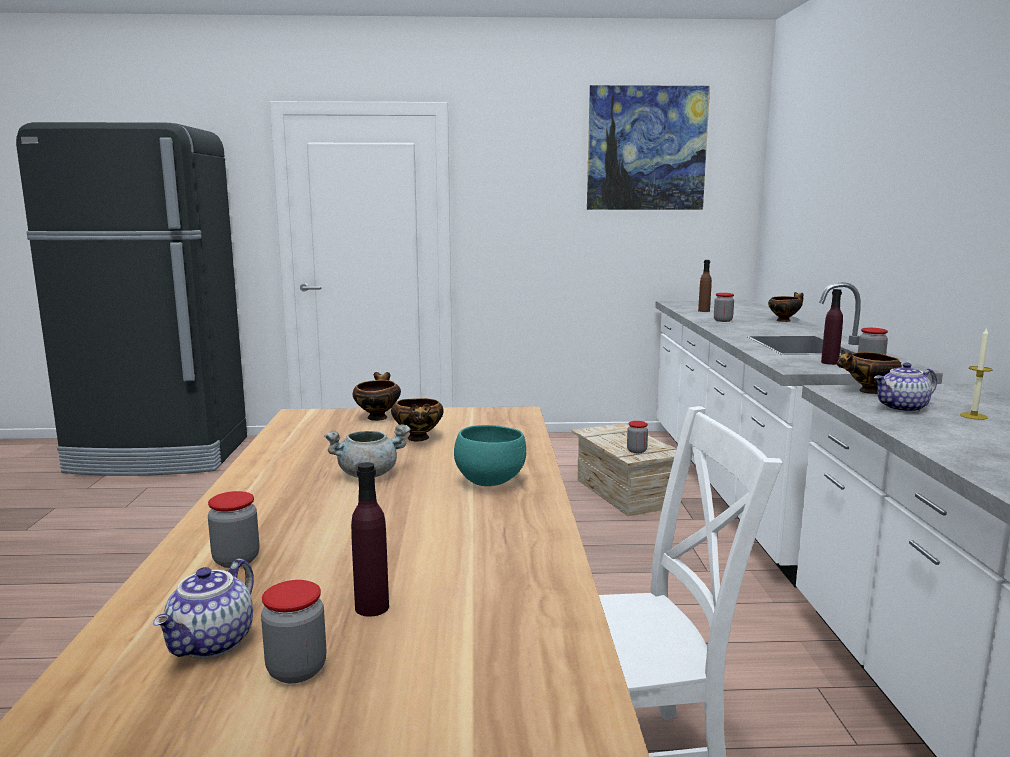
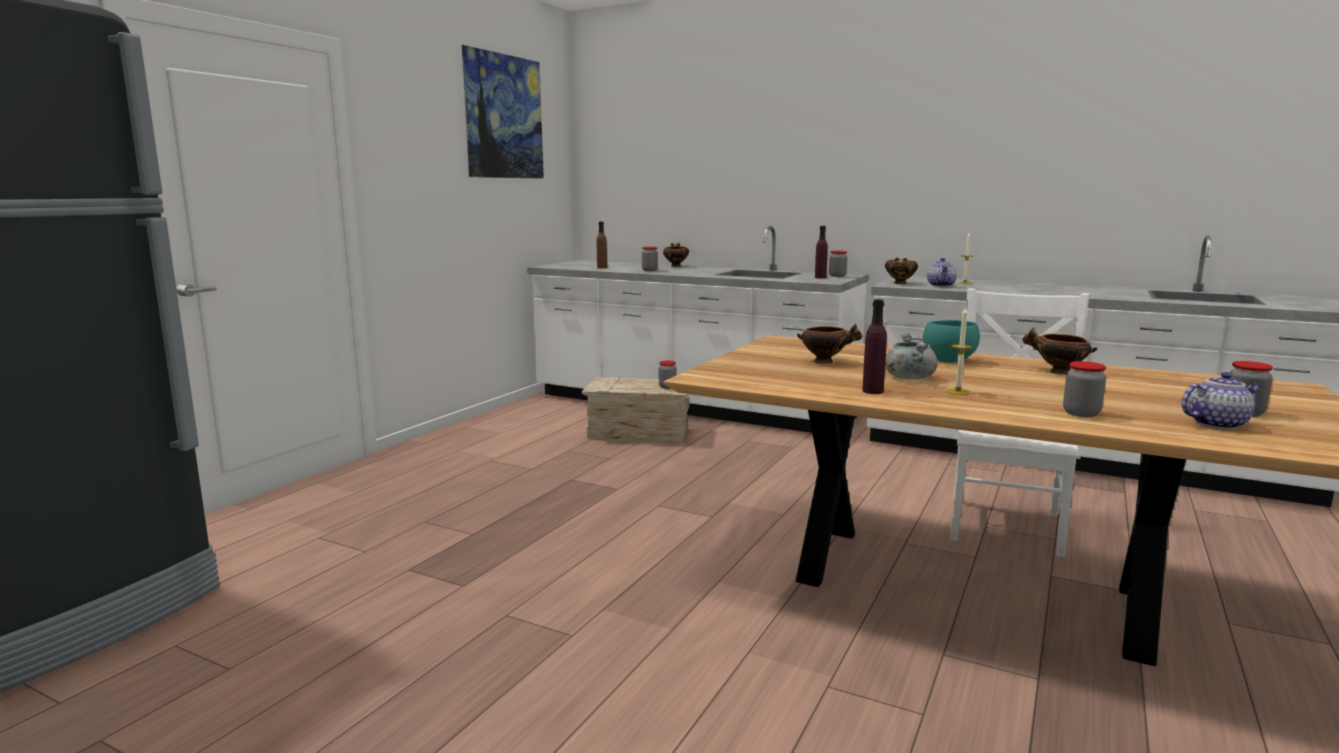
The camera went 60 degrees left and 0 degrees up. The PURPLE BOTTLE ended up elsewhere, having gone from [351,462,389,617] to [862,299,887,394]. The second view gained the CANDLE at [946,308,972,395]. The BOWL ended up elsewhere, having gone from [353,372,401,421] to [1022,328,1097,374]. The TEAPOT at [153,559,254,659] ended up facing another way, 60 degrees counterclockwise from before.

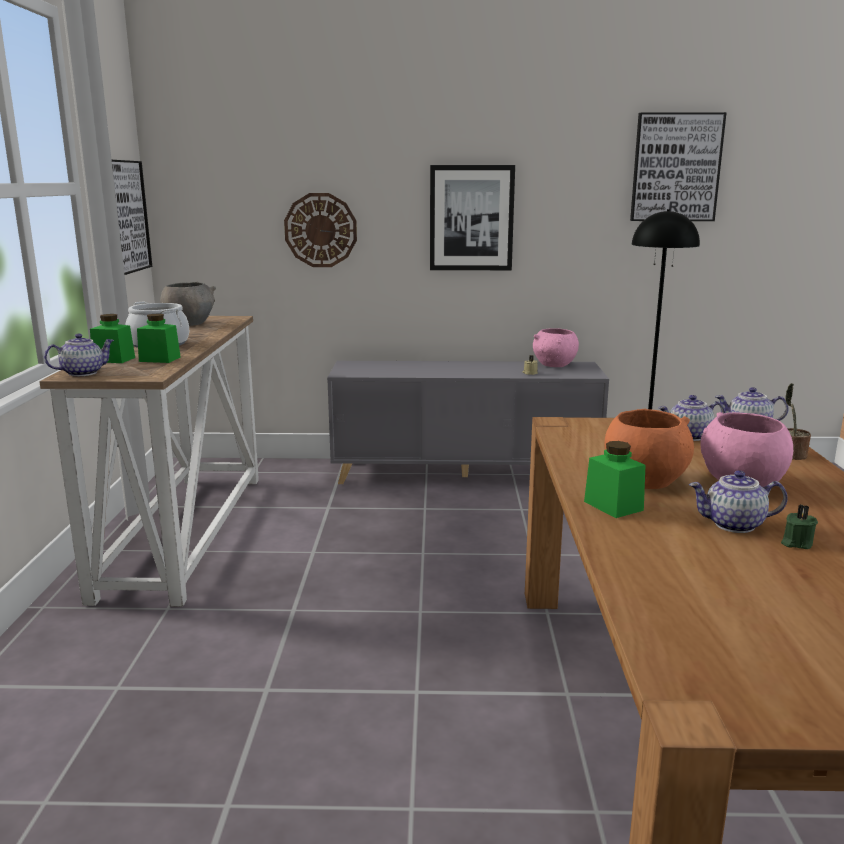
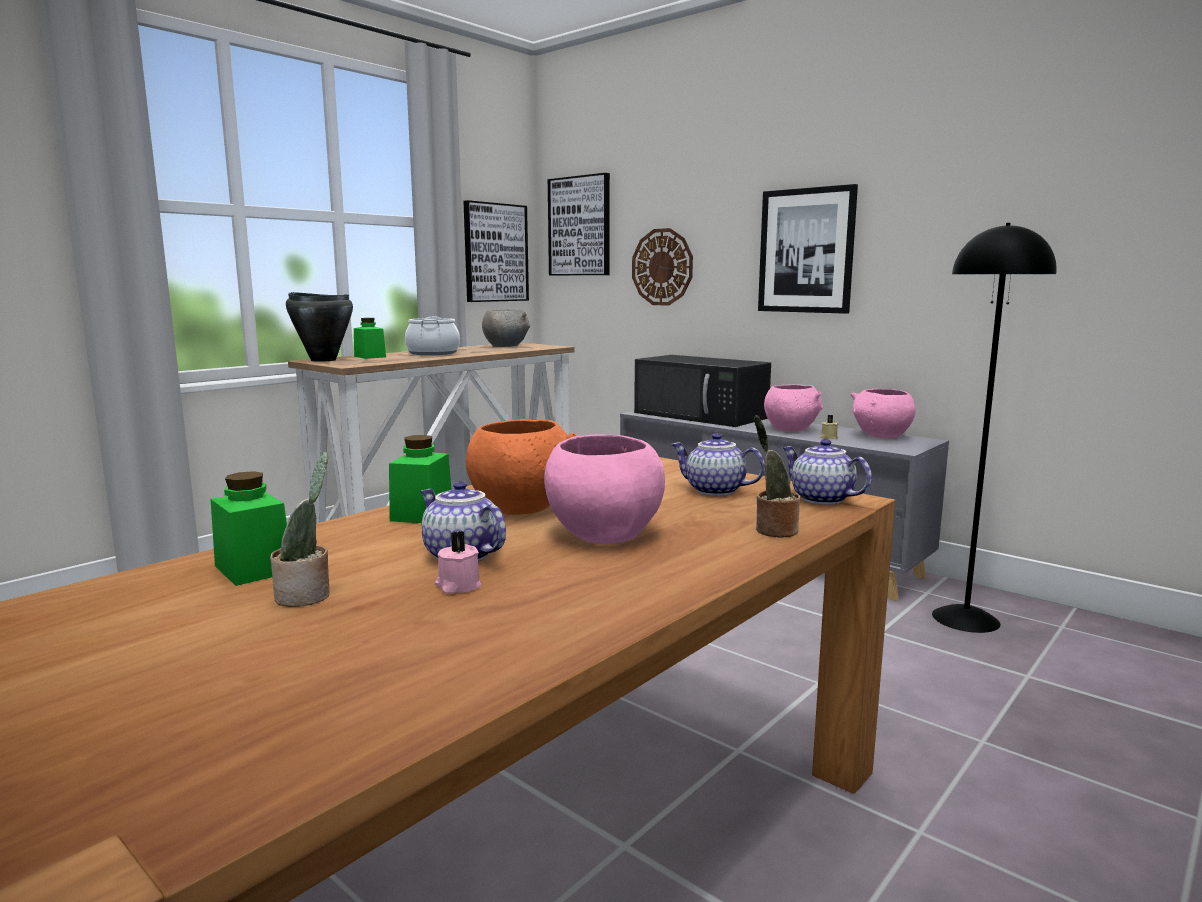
The camera went 40 degrees right and 5 degrees down. The GREEN JAR ended up elsewhere, having gone from [137,314,181,363] to [211,471,287,586]. The second view gained the POTTED PLANT at [270,452,330,607]. Where the TEAPOT stood at [44,333,114,376], the BLACK COOKING POT came to stand at [286,292,353,362]. What was the GREEN CANDLE at [781,505,818,549] turned into the PINK CANDLE at [435,531,481,593]. The PICTURE ended up elsewhere, having gone from [630,112,727,221] to [548,173,610,275]. The second view gained the BLACK MICROWAVE at [634,355,771,427]. The second view gained the PINK BOWL at [764,384,823,431].

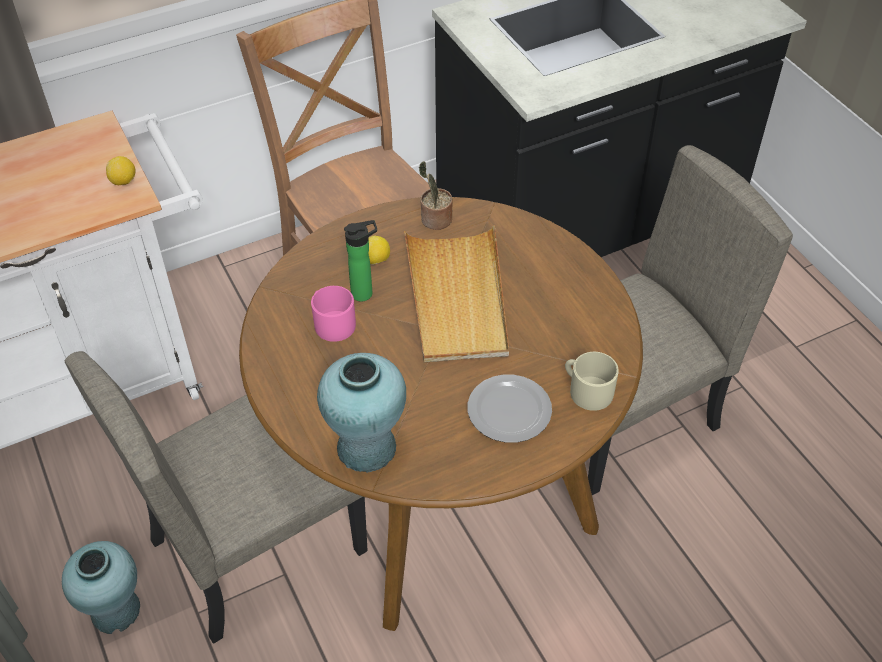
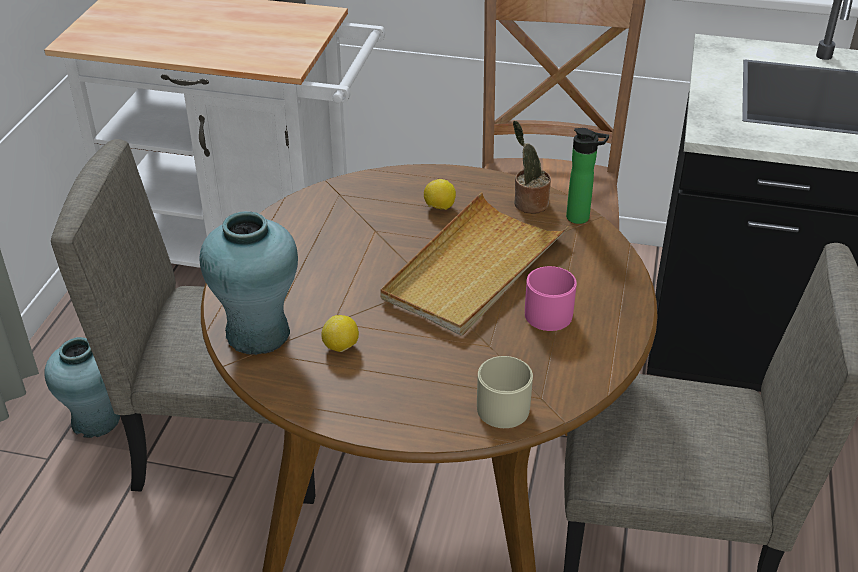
The camera went 40 degrees right and 10 degrees down. The LEMON ended up elsewhere, having gone from [106,156,136,185] to [321,315,359,352]. The PINK MUG ended up elsewhere, having gone from [311,286,356,342] to [525,266,577,331]. The BOTTLE ended up elsewhere, having gone from [344,220,377,302] to [566,128,609,224]. The second view lost the PLATE at [467,375,552,443].

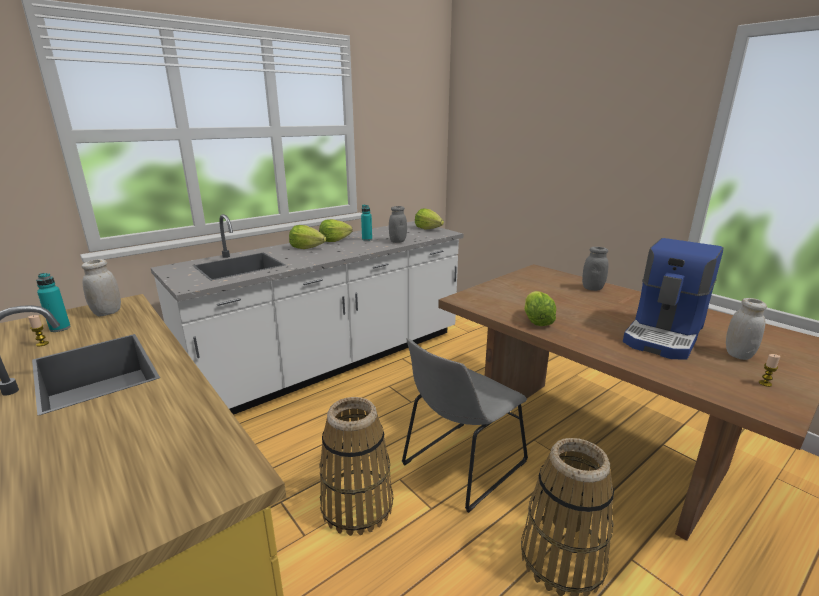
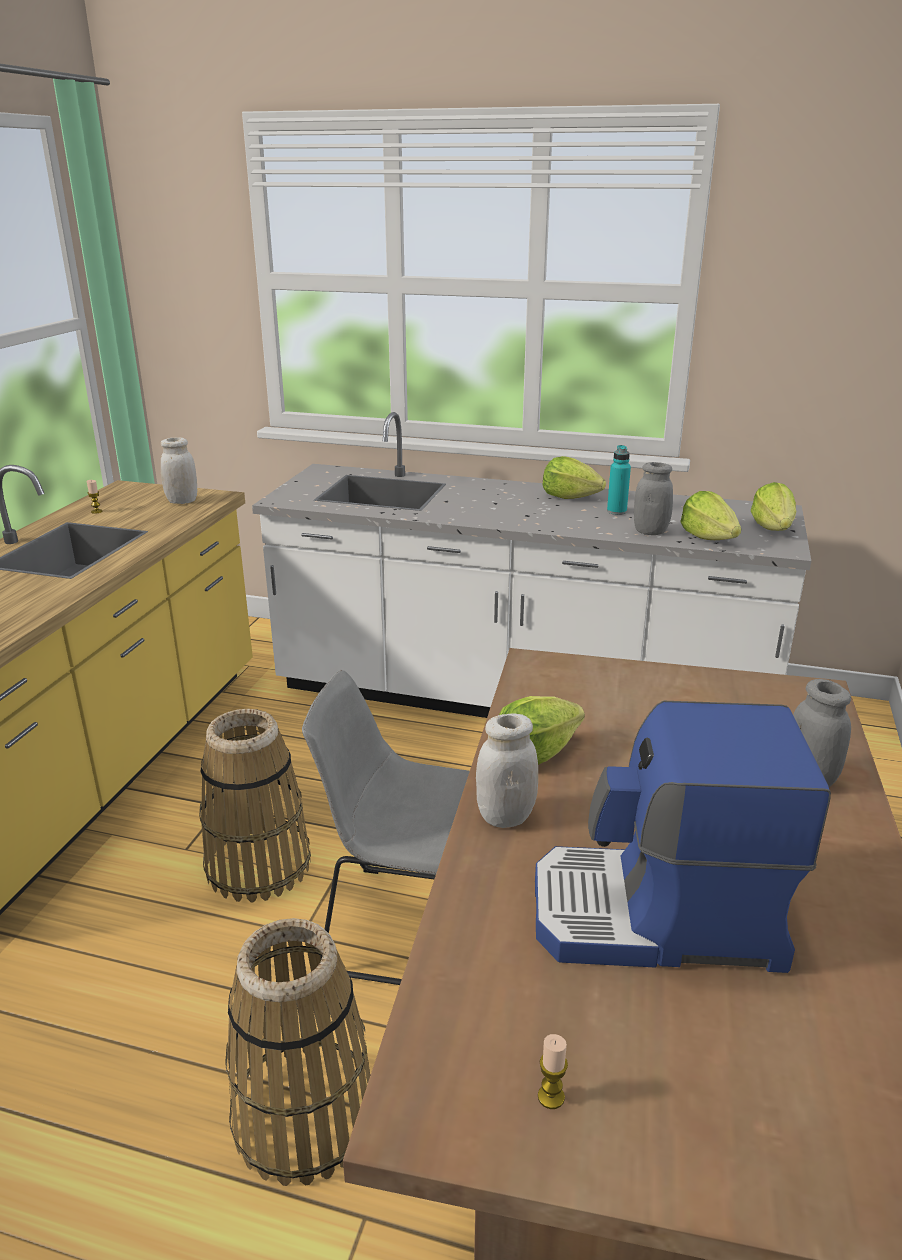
The camera went 55 degrees right and 5 degrees up. The WHITE JAR ended up elsewhere, having gone from [726,298,767,360] to [476,713,538,828]. The LETTUCE ended up elsewhere, having gone from [289,225,326,249] to [680,491,741,540]. The second view lost the TURQUOISE BOTTLE at [36,273,71,332].

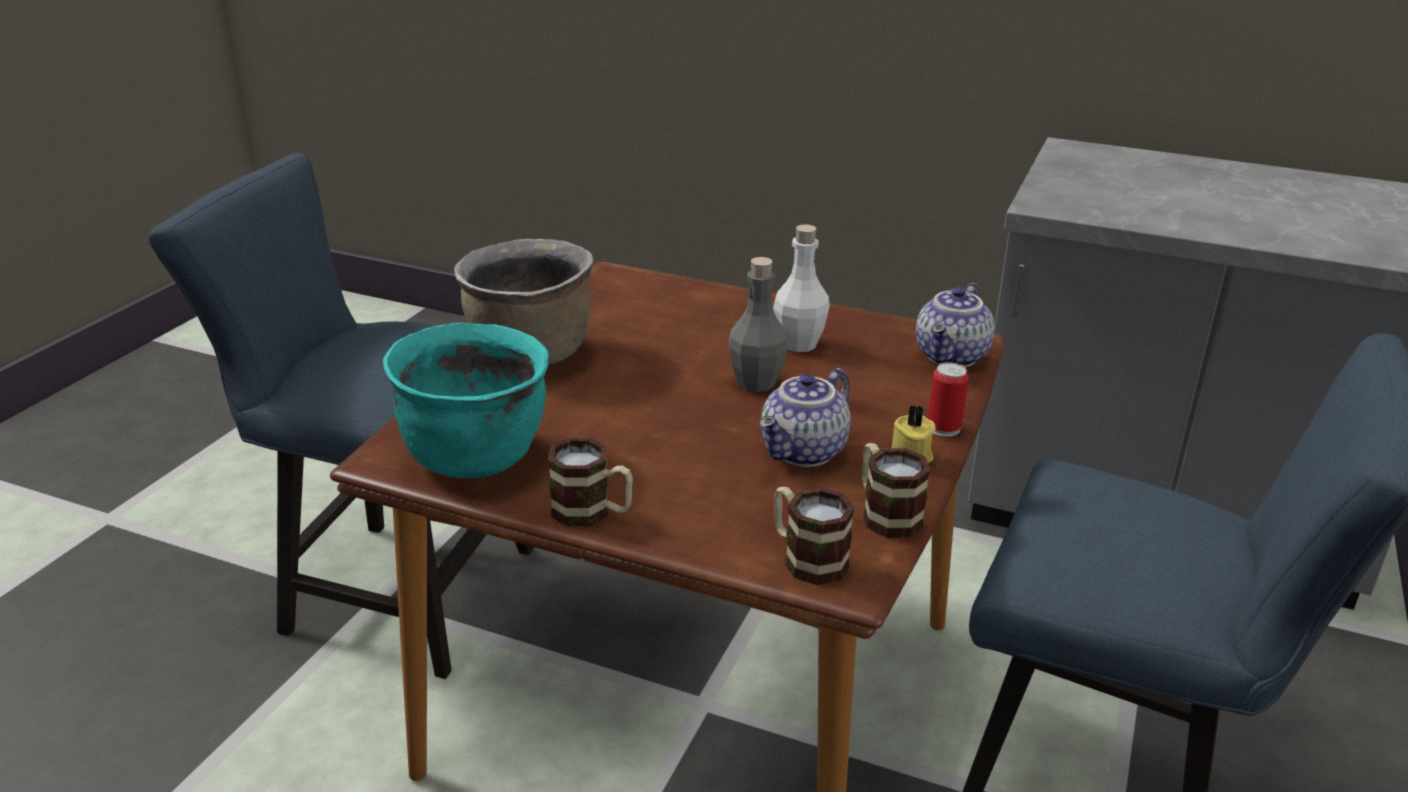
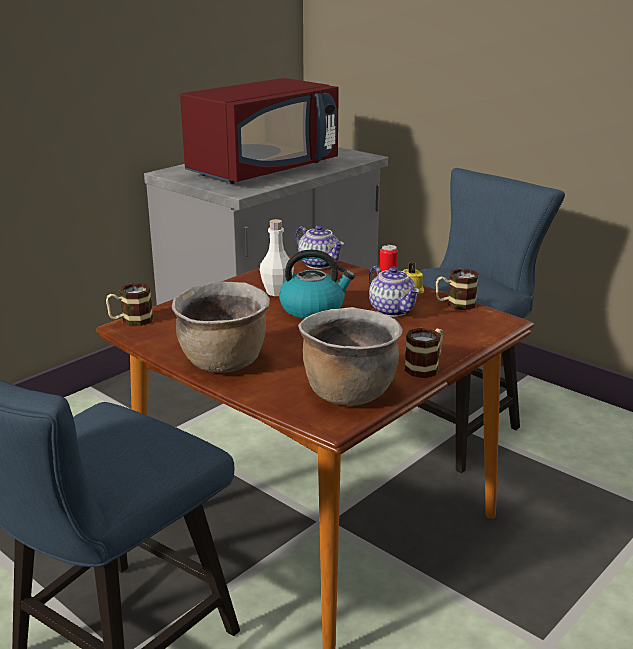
The camera went 70 degrees left and 5 degrees down. The MUG ended up elsewhere, having gone from [774,487,855,585] to [106,283,153,326]. The second view gained the RED MICROWAVE at [180,78,339,184]. Where the GREY BOTTLE stood at [729,257,788,392], the KETTLE came to stand at [279,250,355,319]. What was the TURQUOISE COOKING POT at [383,322,549,478] turned into the BROWN COOKING POT at [298,307,403,406].

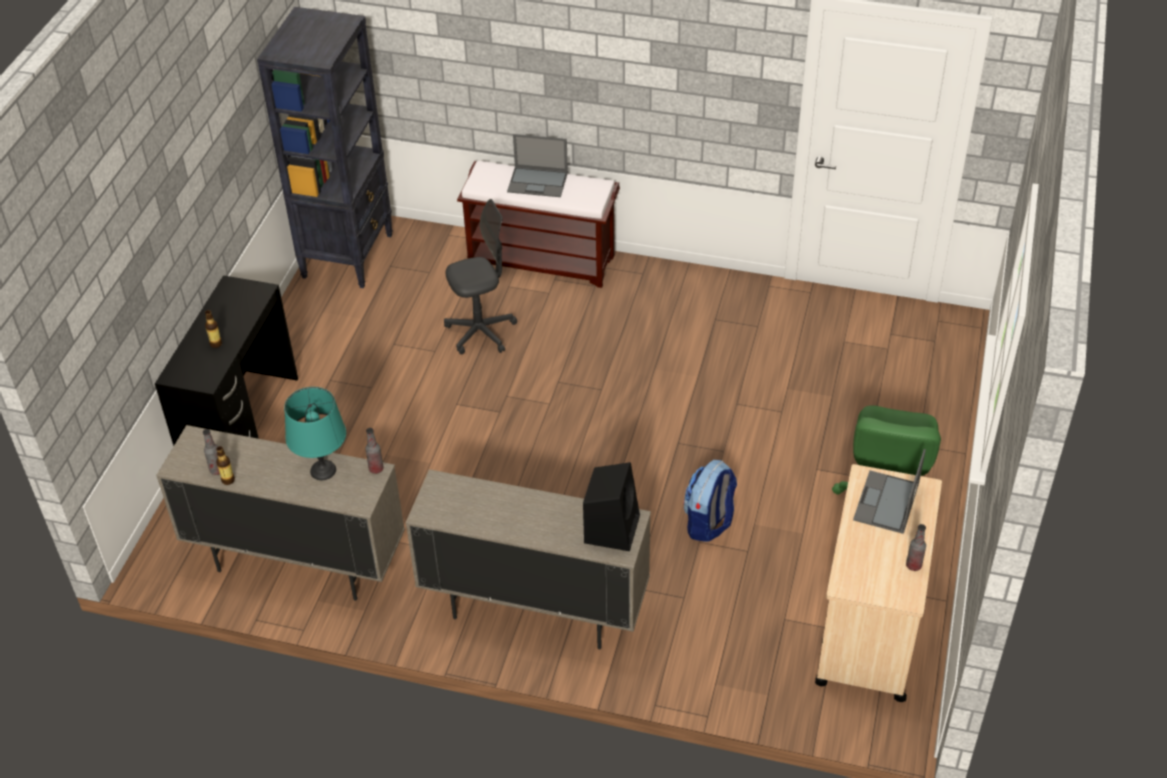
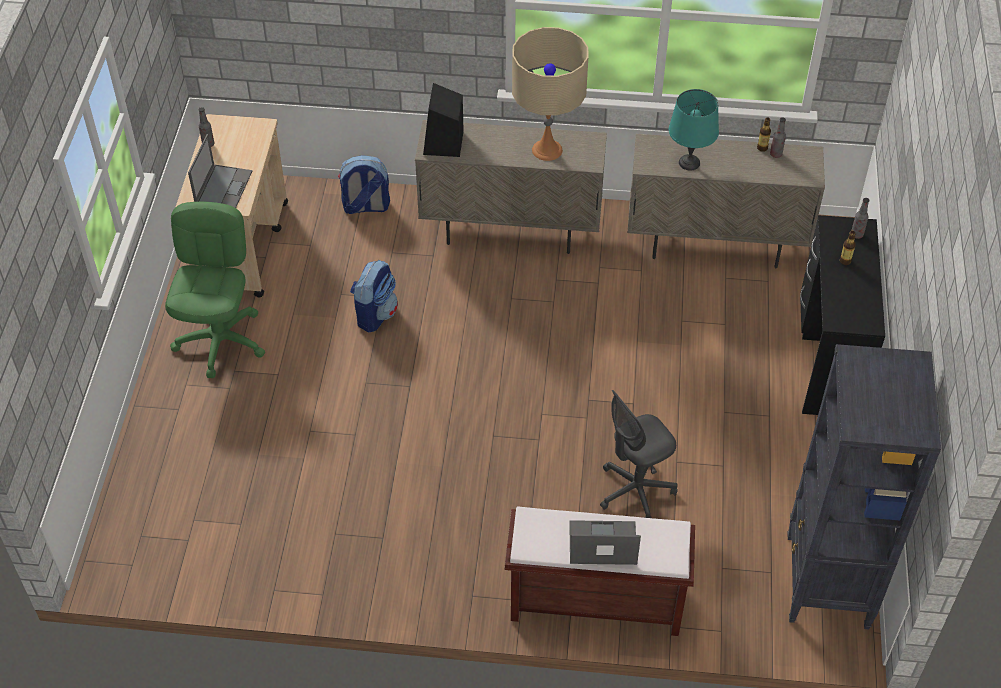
The camera went 170 degrees right and 5 degrees up. The second view gained the BACKPACK at [338,155,390,214]. The second view gained the BEIGE TABLE LAMP at [512,27,588,161]. The BOTTLE ended up elsewhere, having gone from [365,428,384,474] to [851,198,869,239].

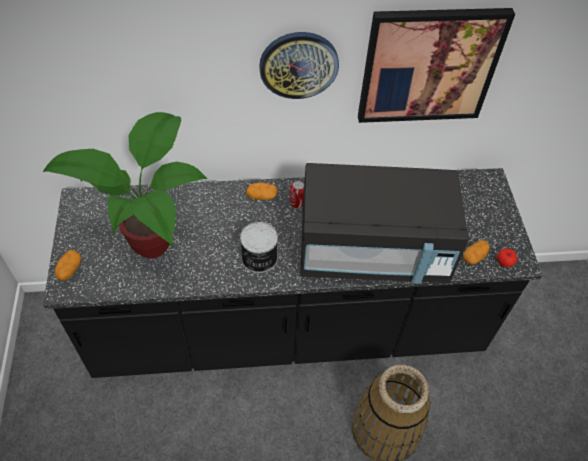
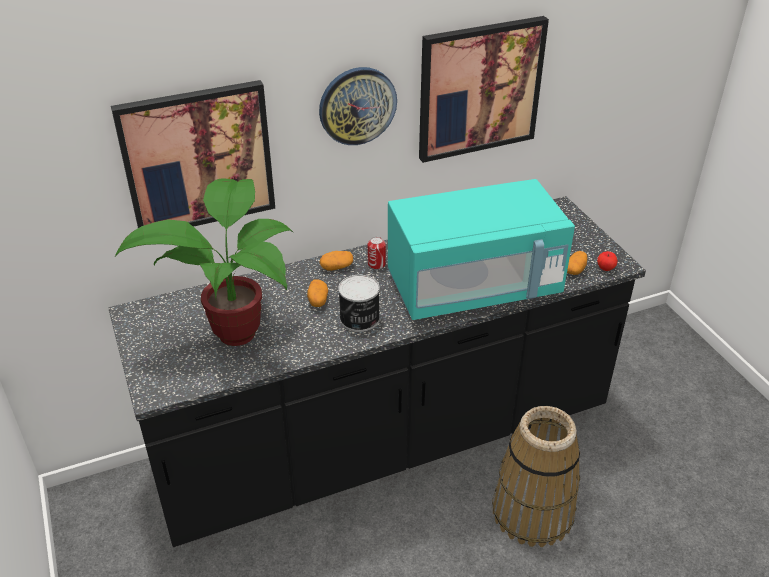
The camera went 15 degrees left and 15 degrees down. The second view gained the PICTURE at [111,80,275,228]. The POTATO ended up elsewhere, having gone from [55,250,81,281] to [307,280,328,307]. What was the BLACK MICROWAVE at [300,163,469,284] turned into the TURQUOISE MICROWAVE at [388,179,575,320].

